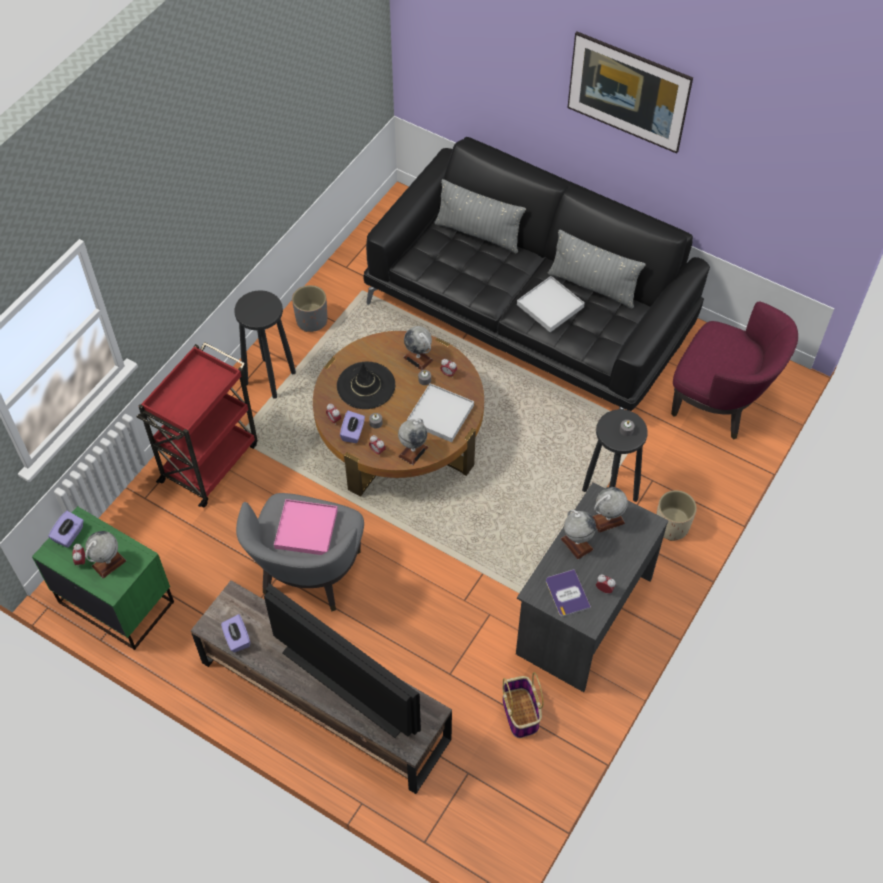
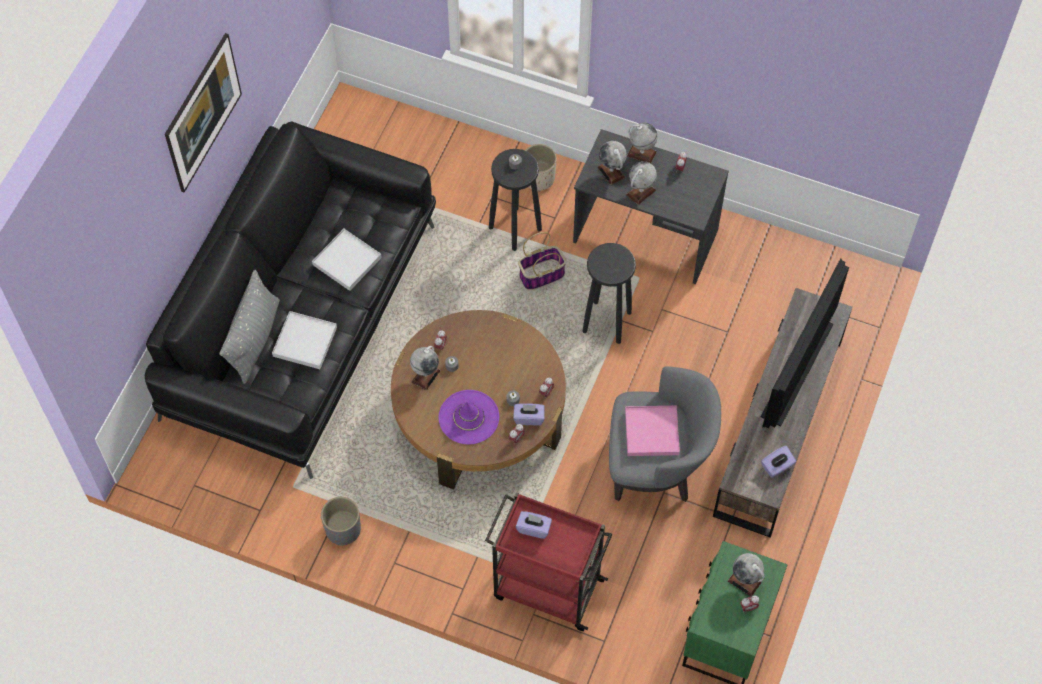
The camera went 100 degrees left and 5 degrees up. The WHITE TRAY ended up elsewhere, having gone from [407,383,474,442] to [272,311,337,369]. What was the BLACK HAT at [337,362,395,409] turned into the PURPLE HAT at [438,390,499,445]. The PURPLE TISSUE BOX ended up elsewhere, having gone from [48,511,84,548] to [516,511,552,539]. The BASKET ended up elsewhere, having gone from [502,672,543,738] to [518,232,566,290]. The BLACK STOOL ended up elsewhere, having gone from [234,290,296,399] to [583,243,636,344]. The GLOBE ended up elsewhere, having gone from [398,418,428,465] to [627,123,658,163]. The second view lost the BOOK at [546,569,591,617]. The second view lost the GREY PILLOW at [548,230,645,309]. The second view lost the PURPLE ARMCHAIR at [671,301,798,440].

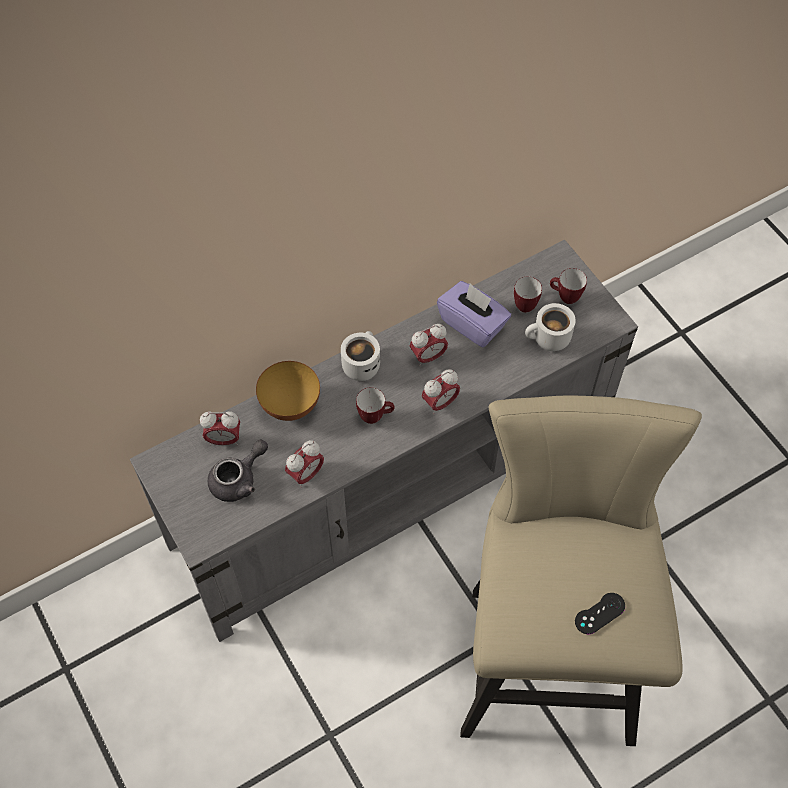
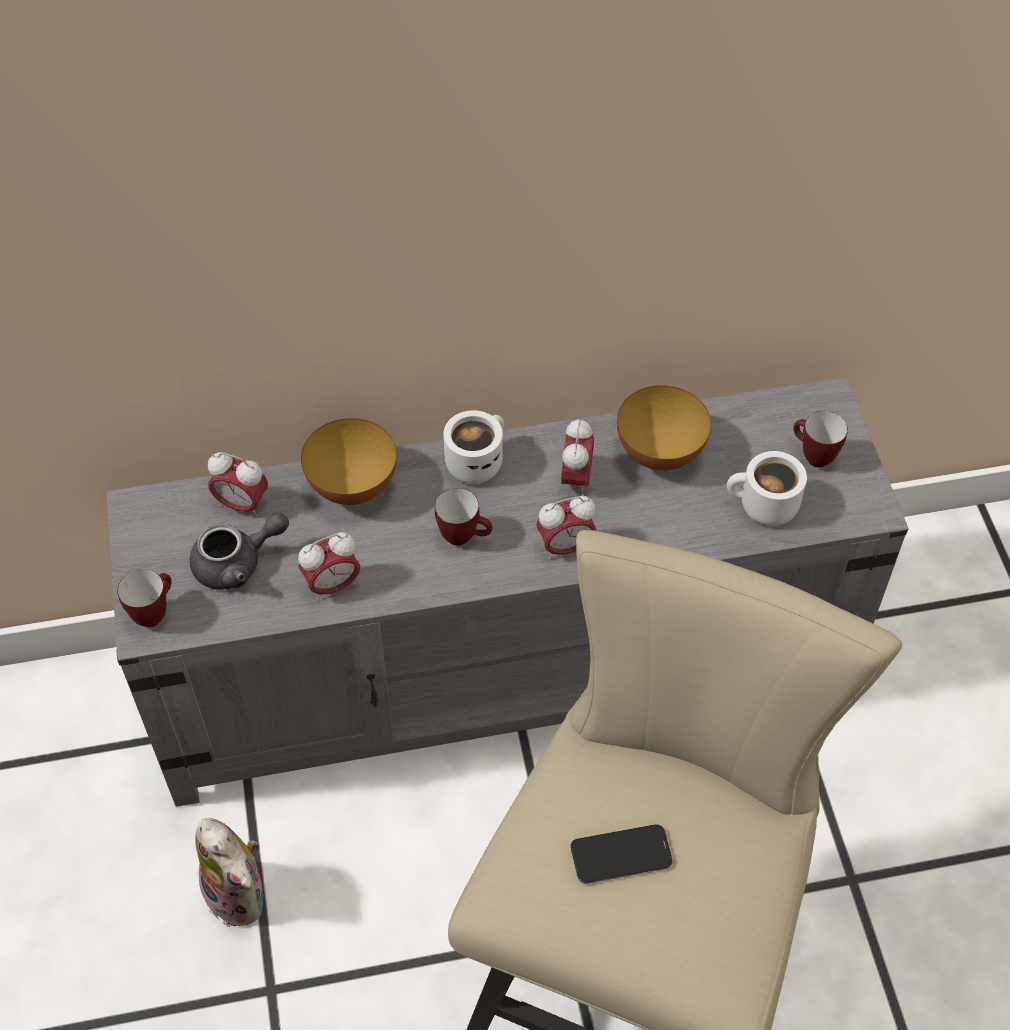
The camera went 20 degrees right and 5 degrees down. The MUG ended up elsewhere, having gone from [514,277,542,313] to [117,569,172,627]. The second view gained the PLUSH TOY at [195,818,263,927]. The ALARM CLOCK at [410,324,448,366] ended up facing another way, 75 degrees counterclockwise from before. The second view gained the PHONE at [570,824,673,884]. Where the PURPLE TISSUE BOX stood at [437,281,511,347], the BOWL came to stand at [617,385,711,471]. The second view lost the BLACK GAME CONTROLLER at [575,593,625,634].

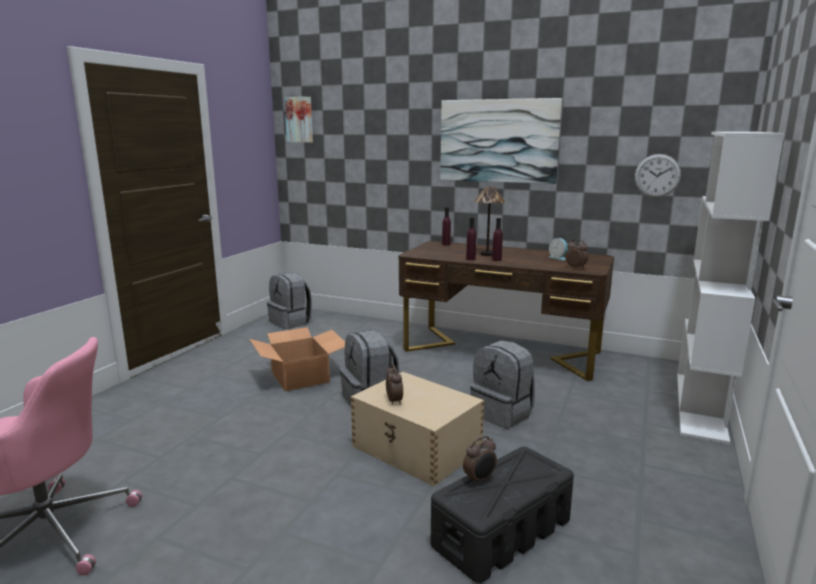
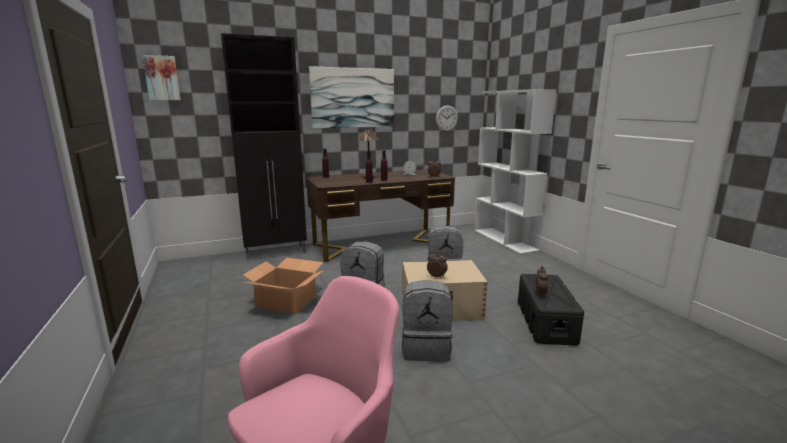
The camera went 45 degrees left and 0 degrees up. The second view gained the BLACK CABINET at [221,33,307,260]. The GREY BACKPACK ended up elsewhere, having gone from [267,273,312,329] to [402,280,453,361].

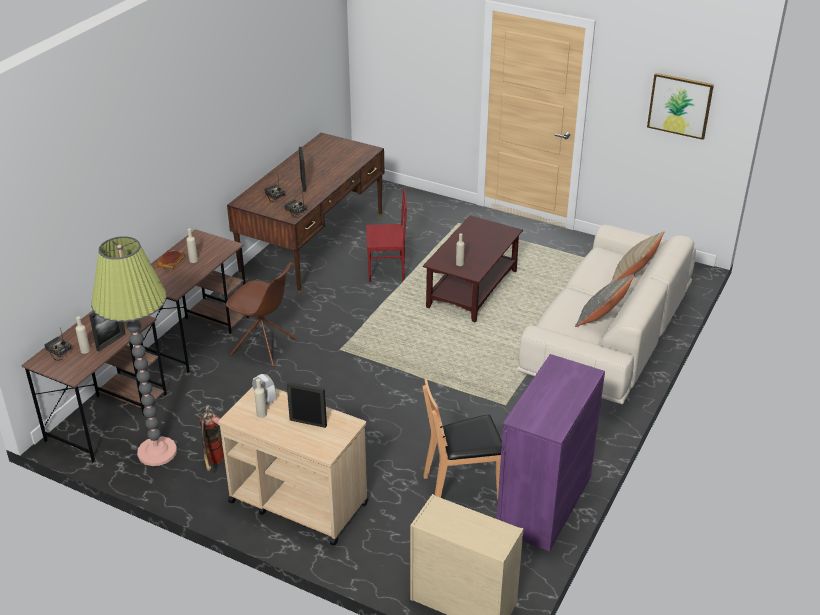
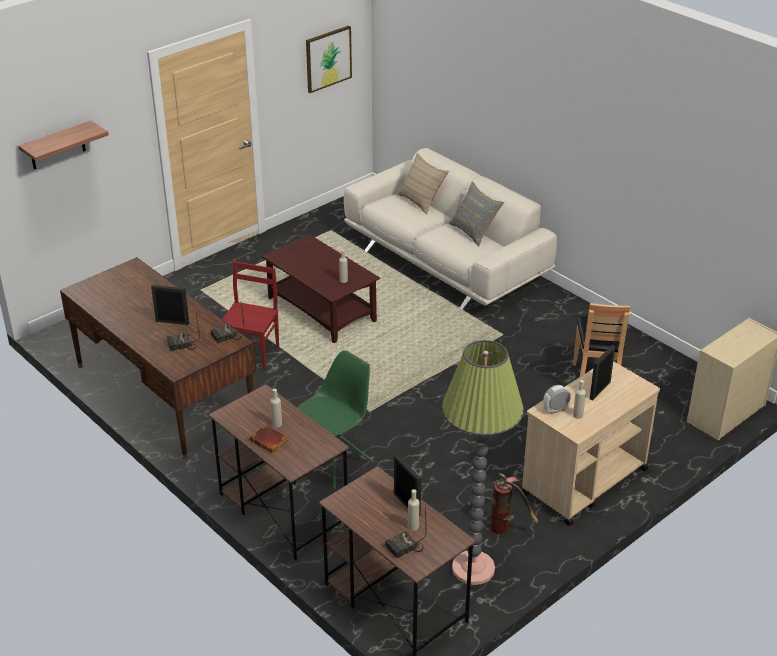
The camera went 70 degrees left and 0 degrees up. The second view gained the SHELF at [18,121,109,169]. What was the BROWN CHAIR at [226,262,297,367] turned into the GREEN CHAIR at [297,350,374,489]. The second view lost the PURPLE CABINET at [497,354,605,551].

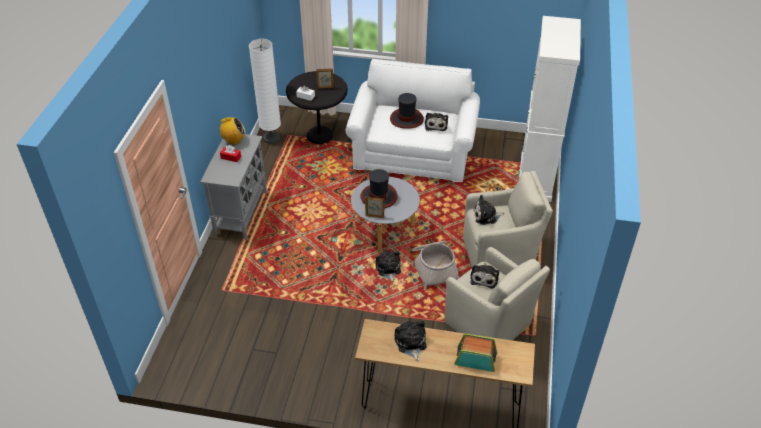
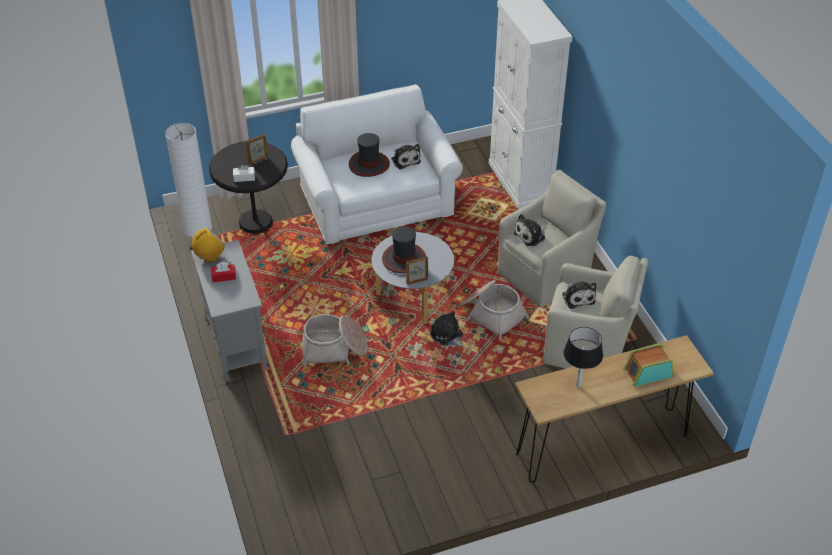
The camera went 30 degrees left and 0 degrees up. The second view gained the BASKET at [302,314,368,367]. Where the PLUSH TOY stood at [394,321,426,361], the BLACK TABLE LAMP came to stand at [563,327,603,388].

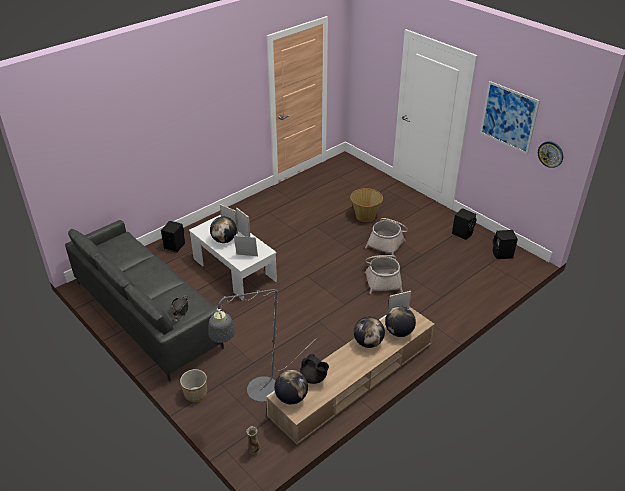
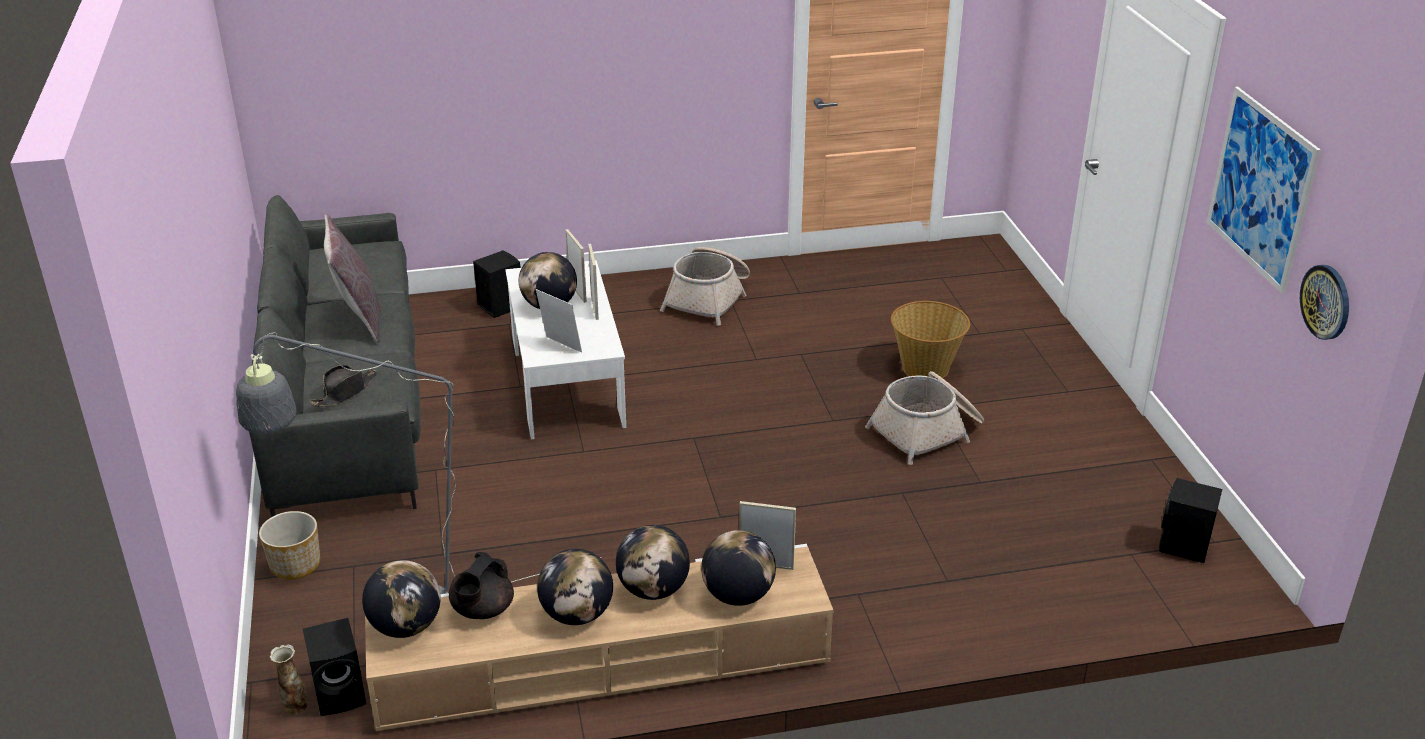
The camera went 30 degrees right and 5 degrees down. The BLACK SPEAKER ended up elsewhere, having gone from [452,208,477,240] to [303,618,366,716]. The second view gained the GREY PILLOW at [324,214,380,343]. The BLACK TEAPOT at [300,354,329,384] ended up facing another way, 45 degrees clockwise from before. The second view gained the GLOBE at [537,549,613,625]. The BASKET ended up elsewhere, having gone from [365,255,403,294] to [660,247,750,325].

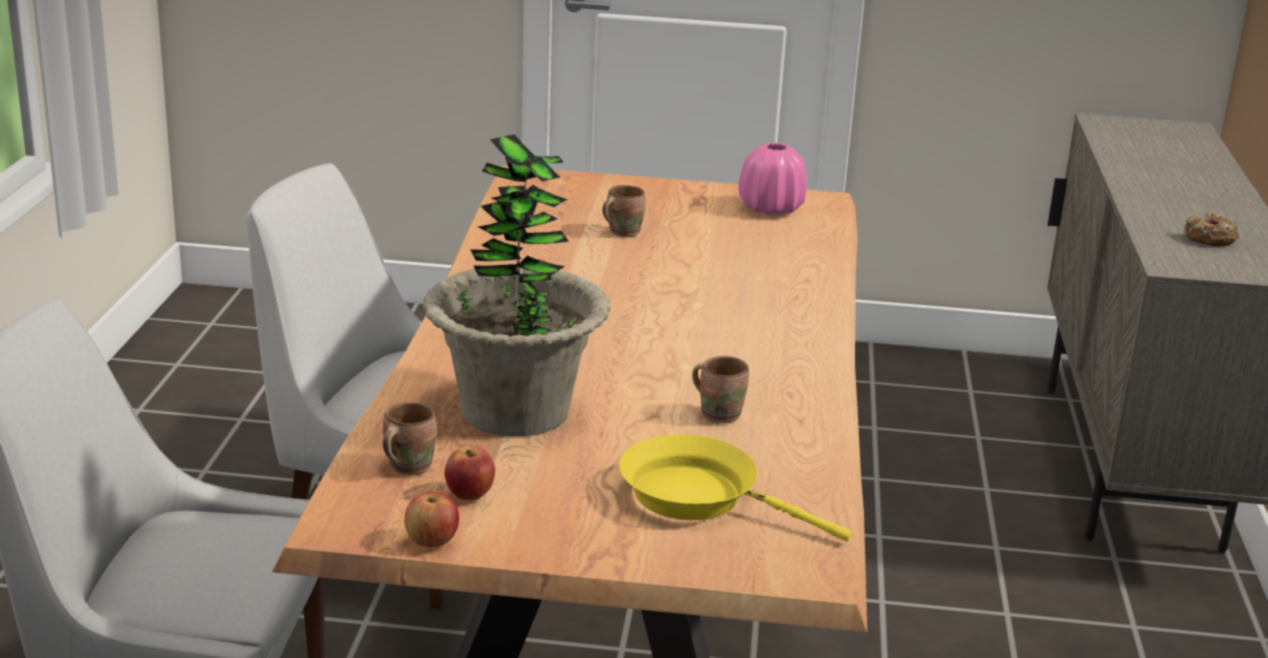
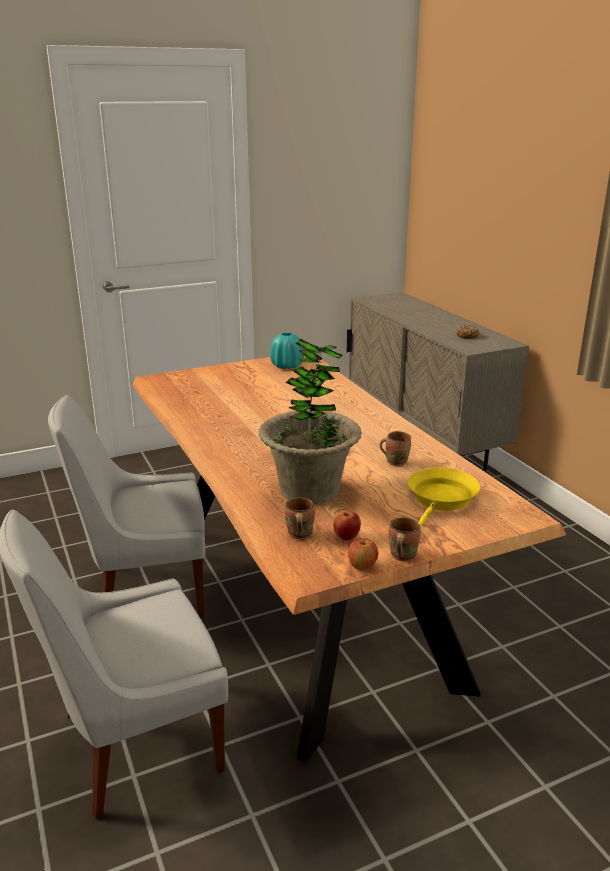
The camera went 30 degrees left and 0 degrees up. What was the PINK VASE at [738,143,807,215] turned into the TURQUOISE VASE at [270,332,304,369]. The BROWN MUG ended up elsewhere, having gone from [603,185,646,237] to [388,517,421,562]. The YELLOW FRYING PAN at [619,435,852,541] ended up facing another way, 120 degrees clockwise from before.

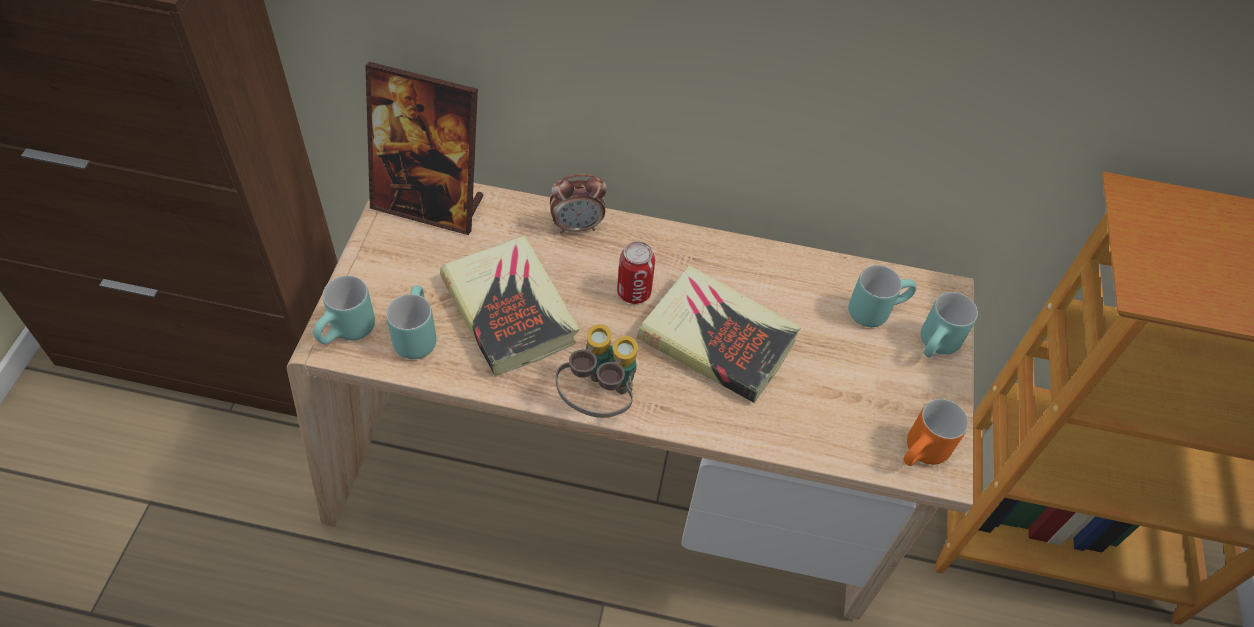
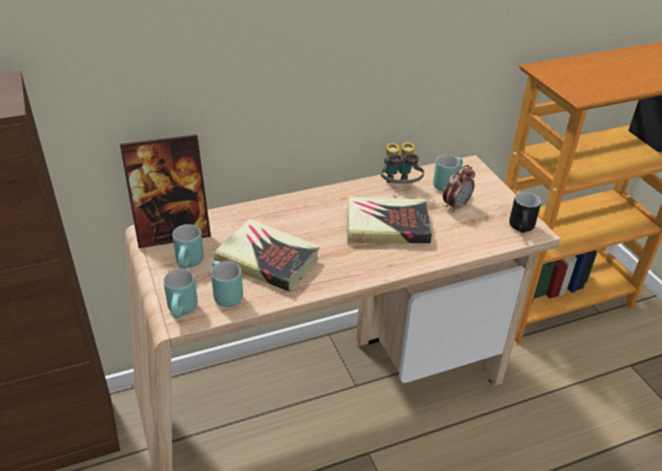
The camera went 30 degrees left and 15 degrees down. The TURQUOISE MUG ended up elsewhere, having gone from [921,292,978,358] to [172,224,204,269]. The BINOCULARS ended up elsewhere, having gone from [556,324,638,418] to [381,142,424,184]. The ALARM CLOCK ended up elsewhere, having gone from [550,174,607,234] to [443,165,475,212]. What was the ORANGE MUG at [903,399,968,466] turned into the BLACK MUG at [509,192,541,233]. The second view lost the CAN at [617,241,655,304].

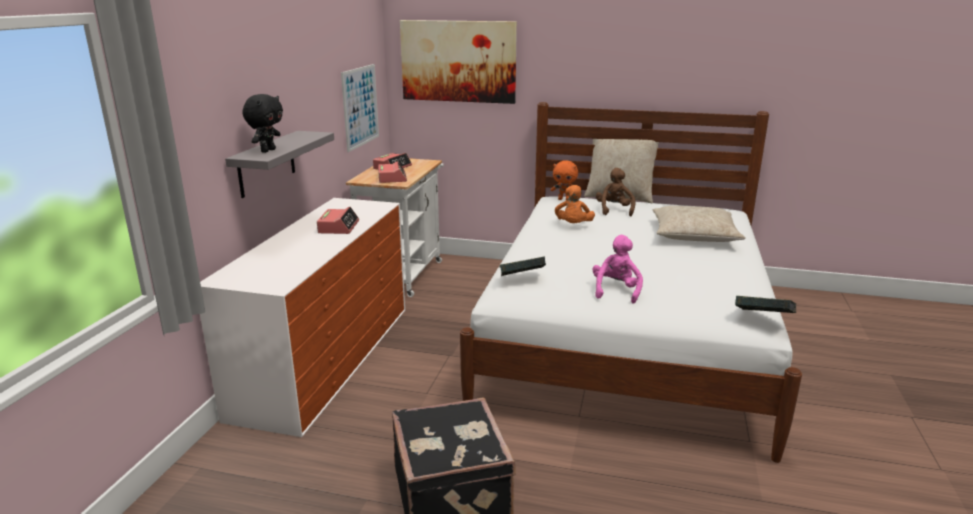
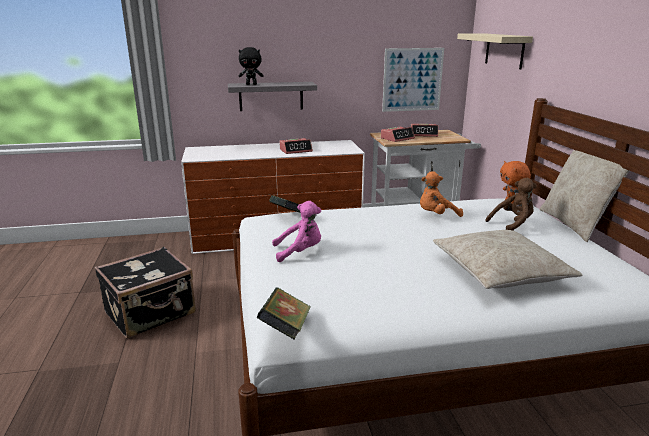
The camera went 65 degrees right and 0 degrees up. Where the PICTURE hung at [400,20,517,104], the BEIGE SHELF came to hang at [457,33,533,69].

